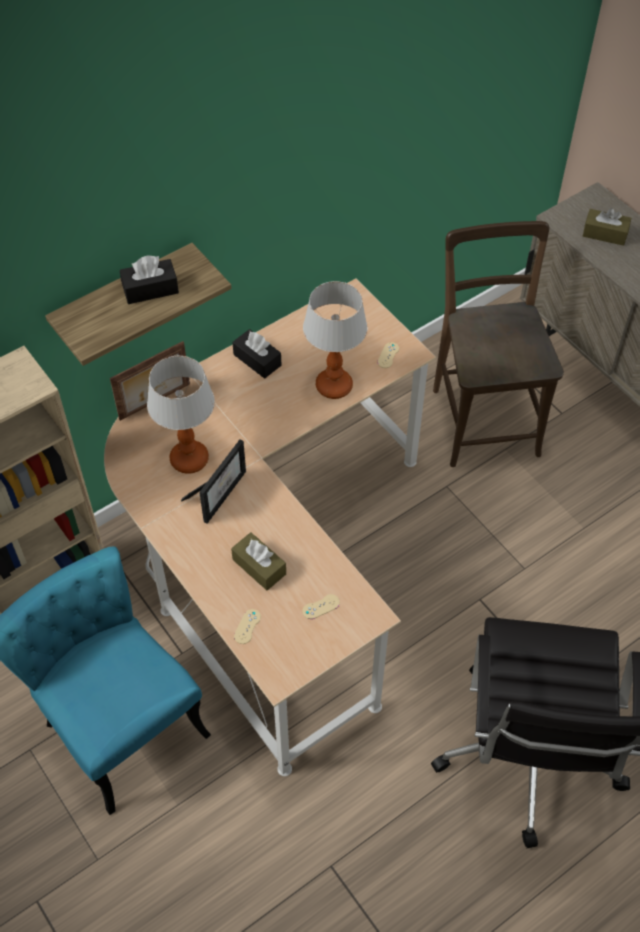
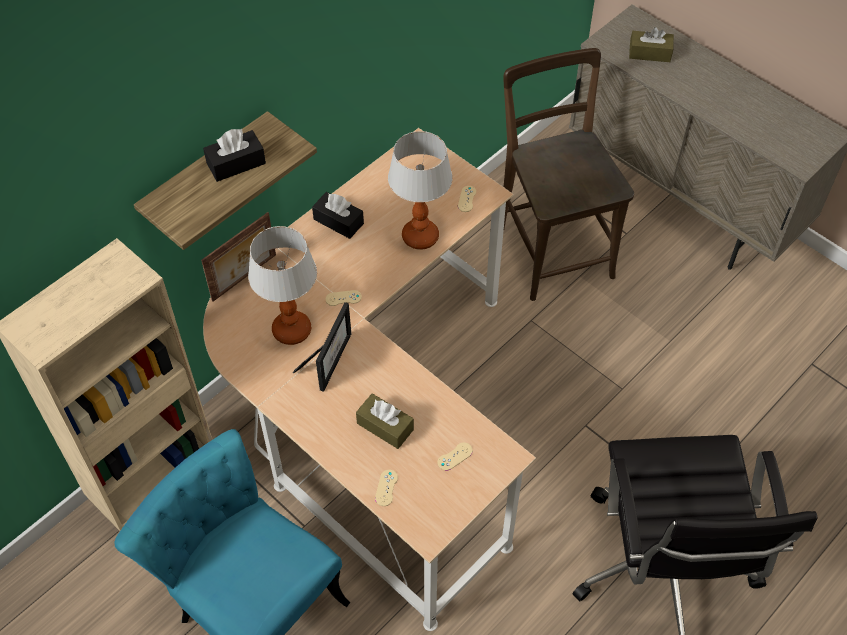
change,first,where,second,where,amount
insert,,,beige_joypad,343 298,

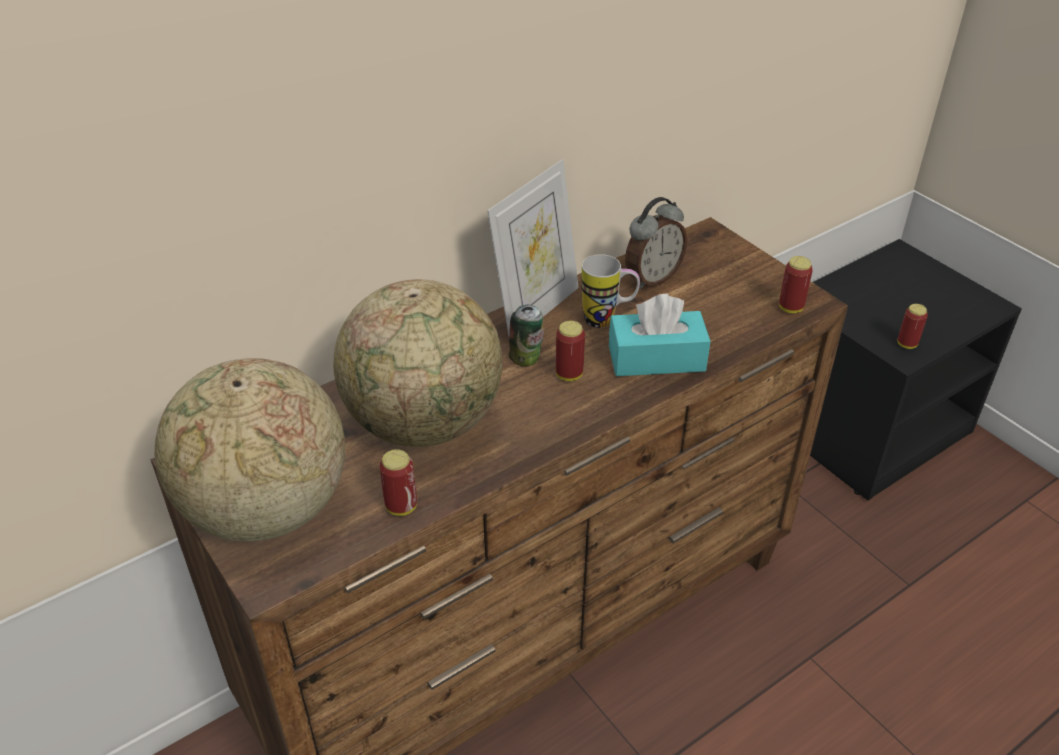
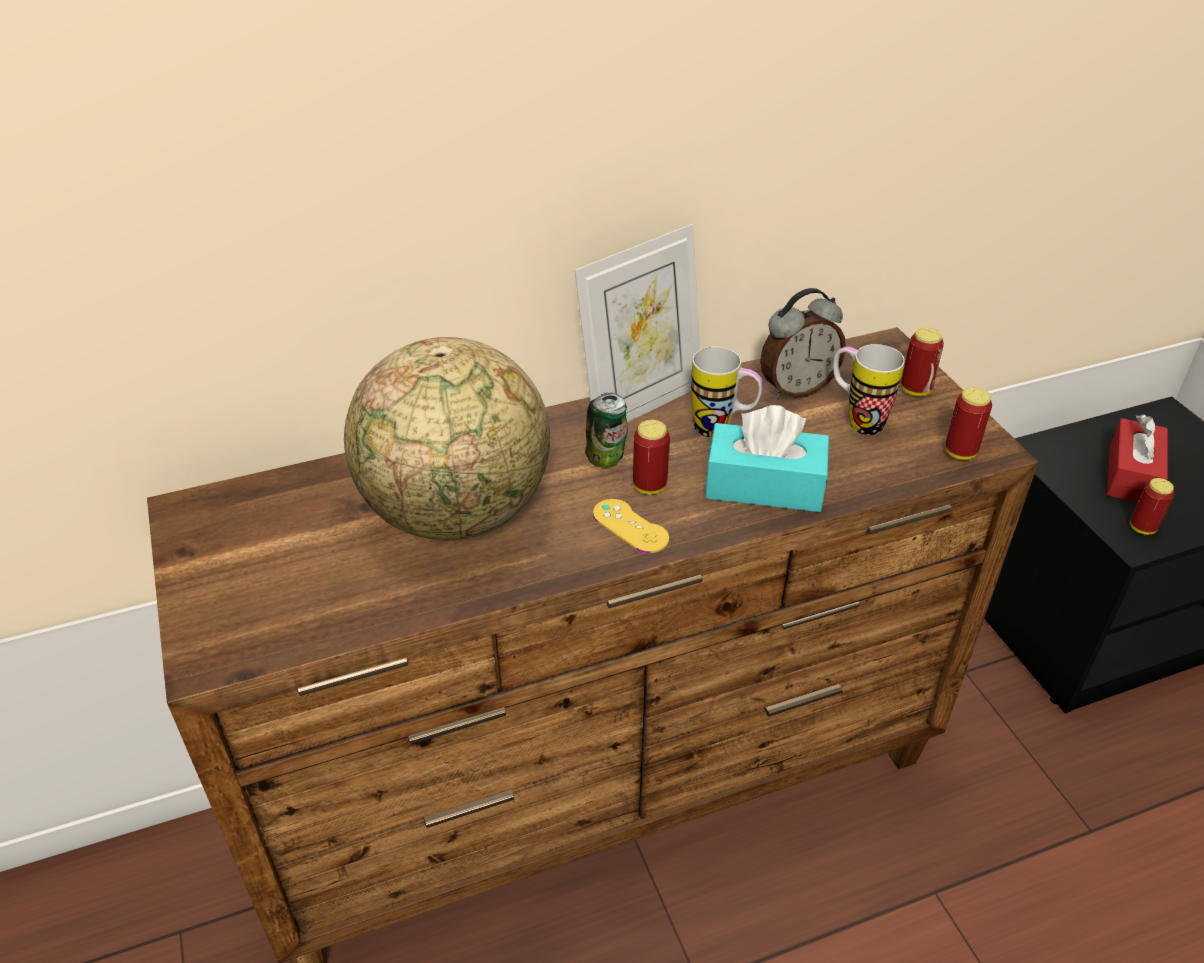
change,first,where,second,where,amount
insert,,,yellow-coloured_joypad,630 526,
insert,,,tea_mug,856 419,
move,metal_can,401 506,,915 390,
insert,,,reddish_box_of_tissues,1131 475,
delete,world_globe,266 510,,,

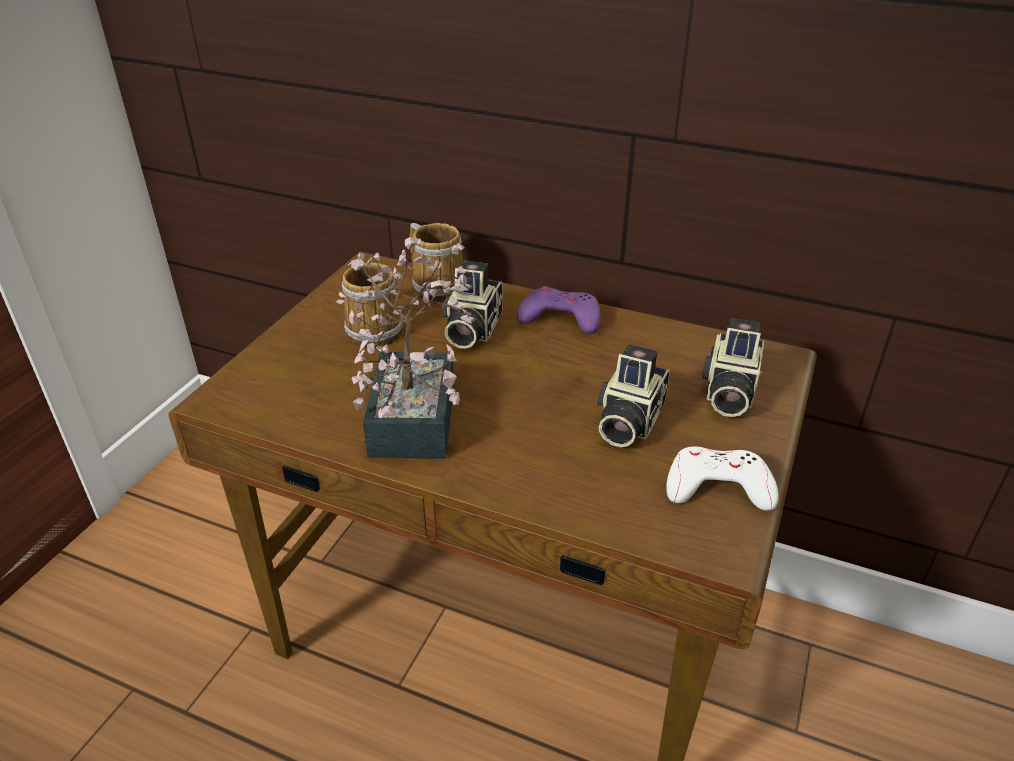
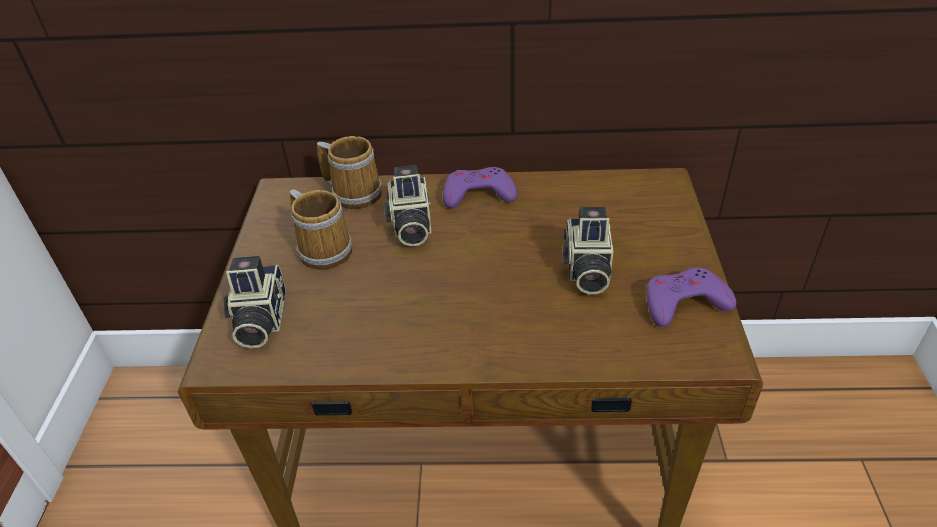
change,first,where,second,where,amount
move,still_camera,728 393,,258 320,
recolor,white-coloured_joypad,718 486,purplish_joypad,684 302,
delete,houseplant,416 409,,,

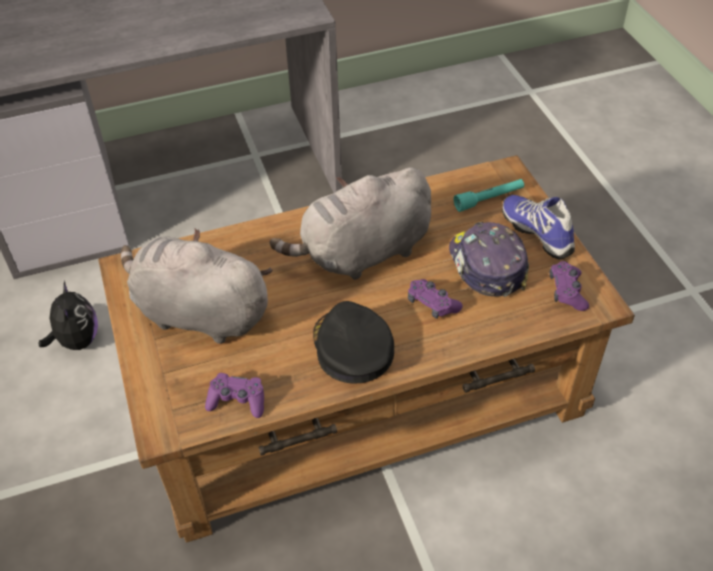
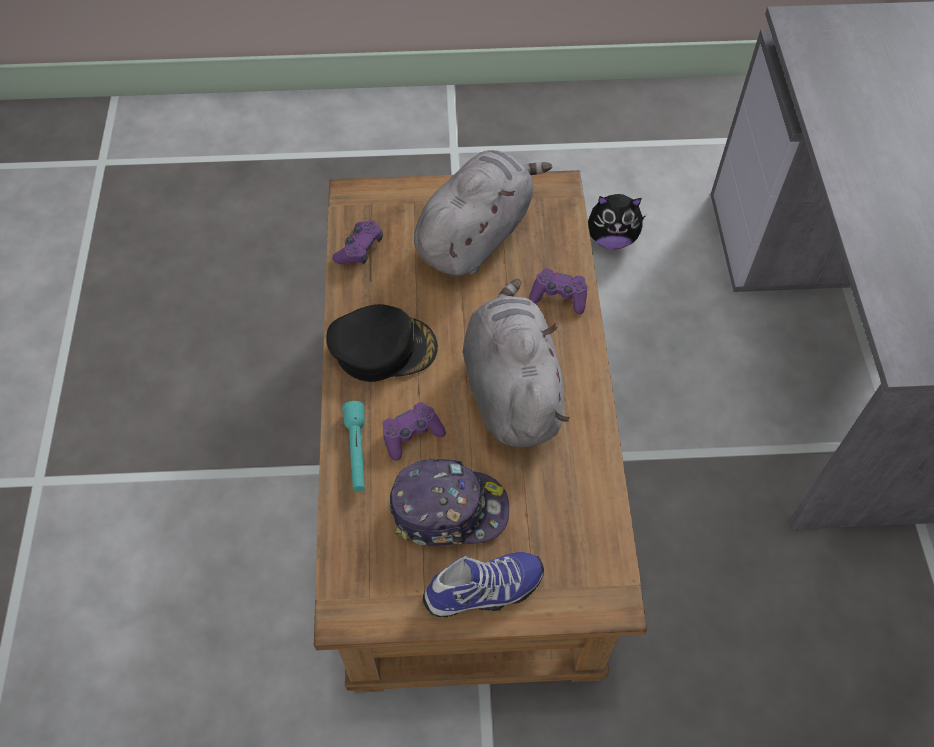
change,first,where,second,where,amount
move,blue-green_flashlight,489 199,,357 451,
move,purplish_joypad,567 291,,559 296,

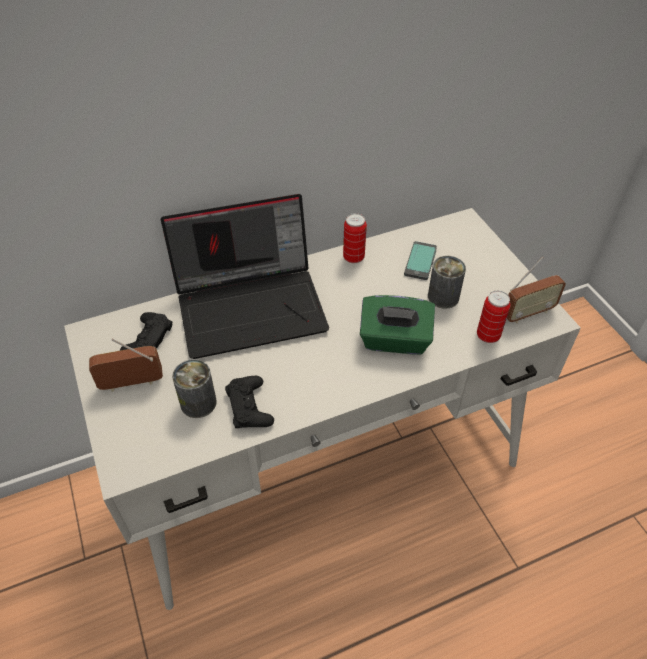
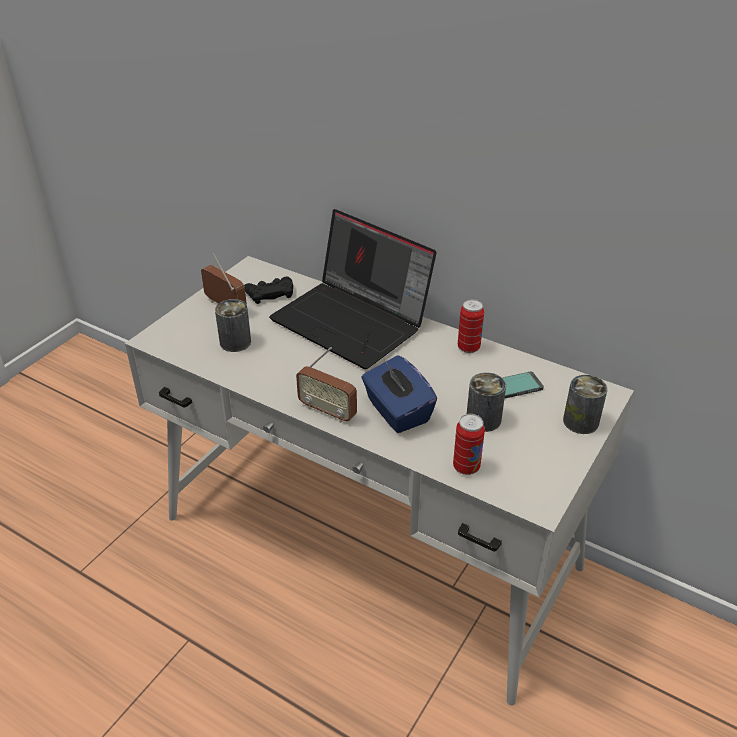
change,first,where,second,where,amount
move,radio,528 313,,327 411,
recolor,green-coloured_box_of_tissues,394 340,blue-coloured_box_of_tissues,397 411,
insert,,,metal_can,580 422,
delete,black-coloured_joypad,249 407,,,

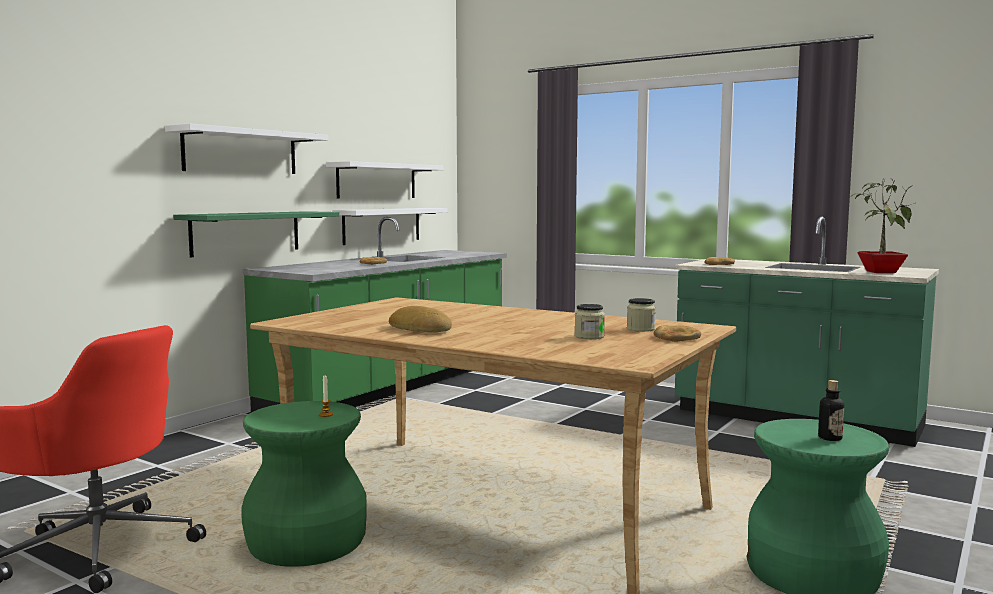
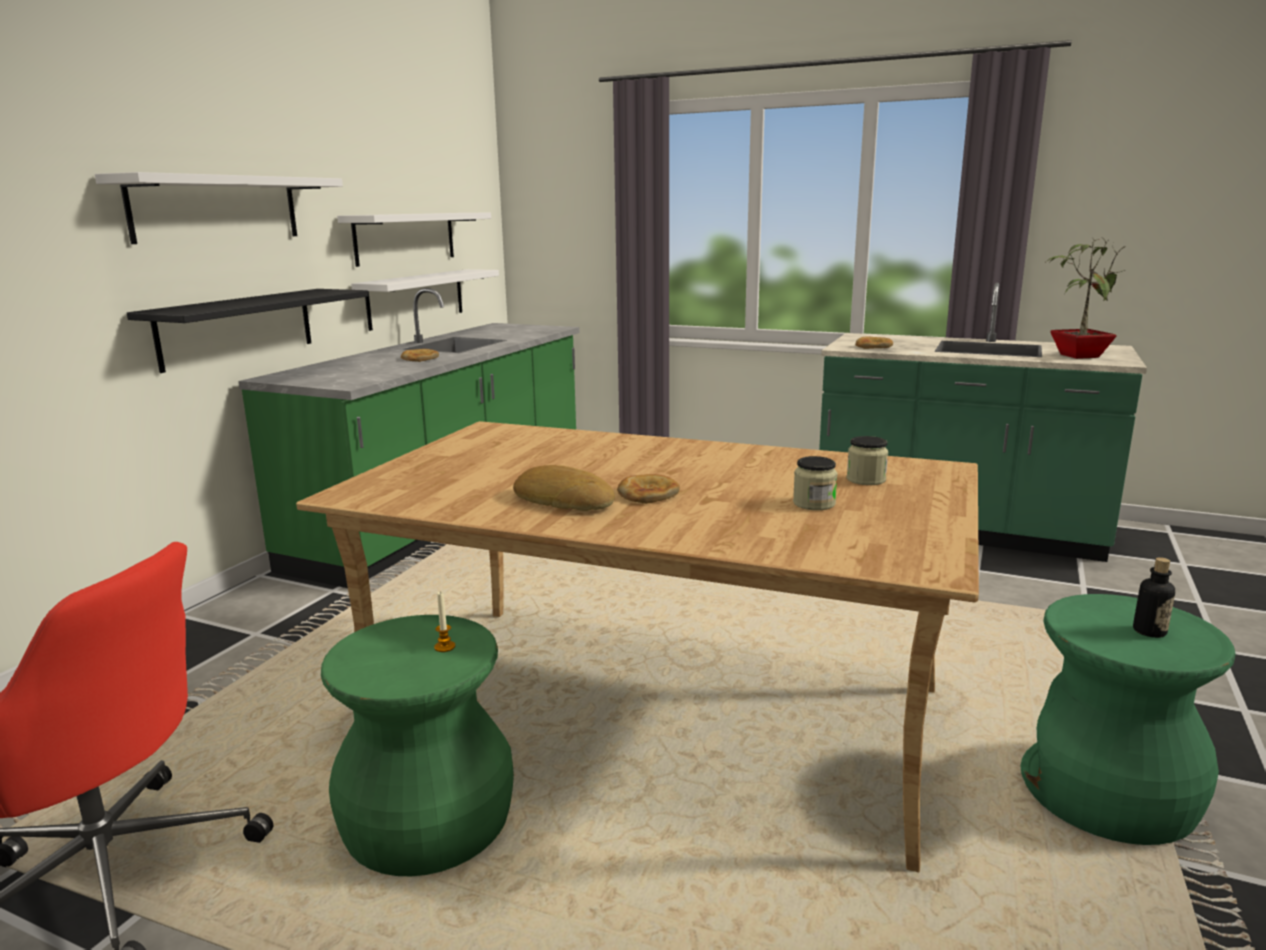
change,first,where,second,where,amount
recolor,green-coloured_wall_shelf,246 233,black-coloured_wall_shelf,237 328,
move,bread,677 338,,648 493,

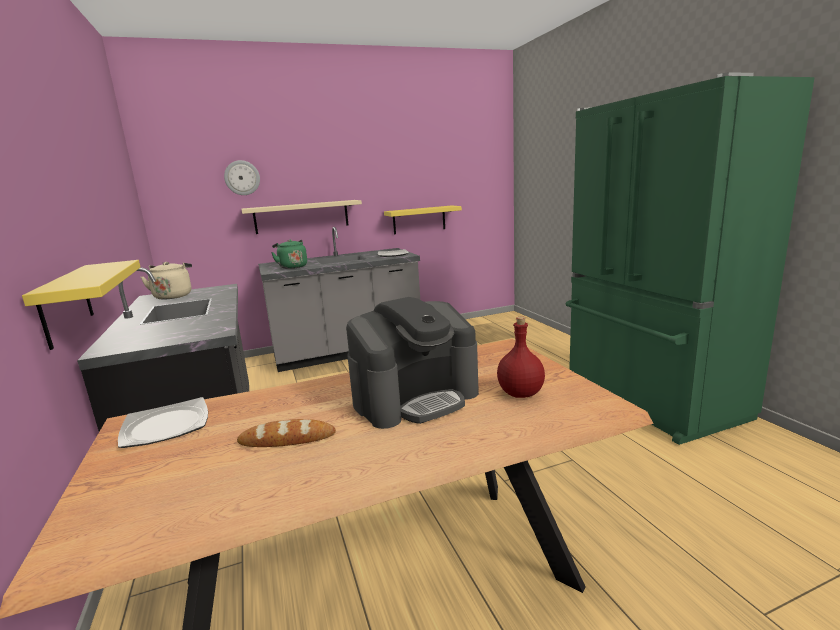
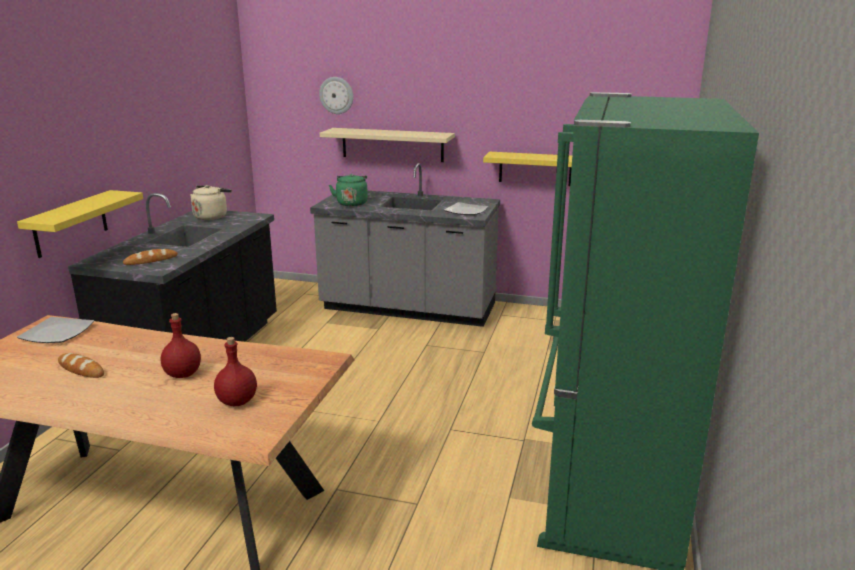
change,first,where,second,where,amount
insert,,,bread,151 260,
replace,coffee_machine,416 397,reddish_beverage_bottle,183 374,

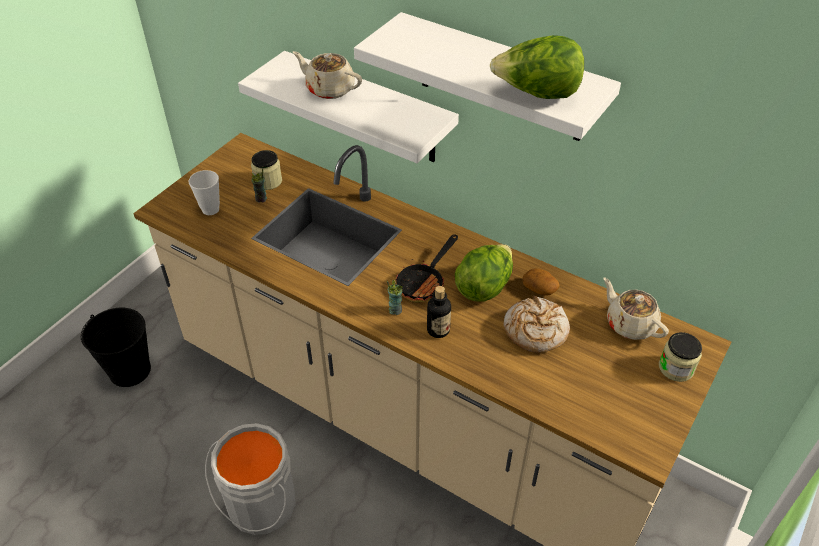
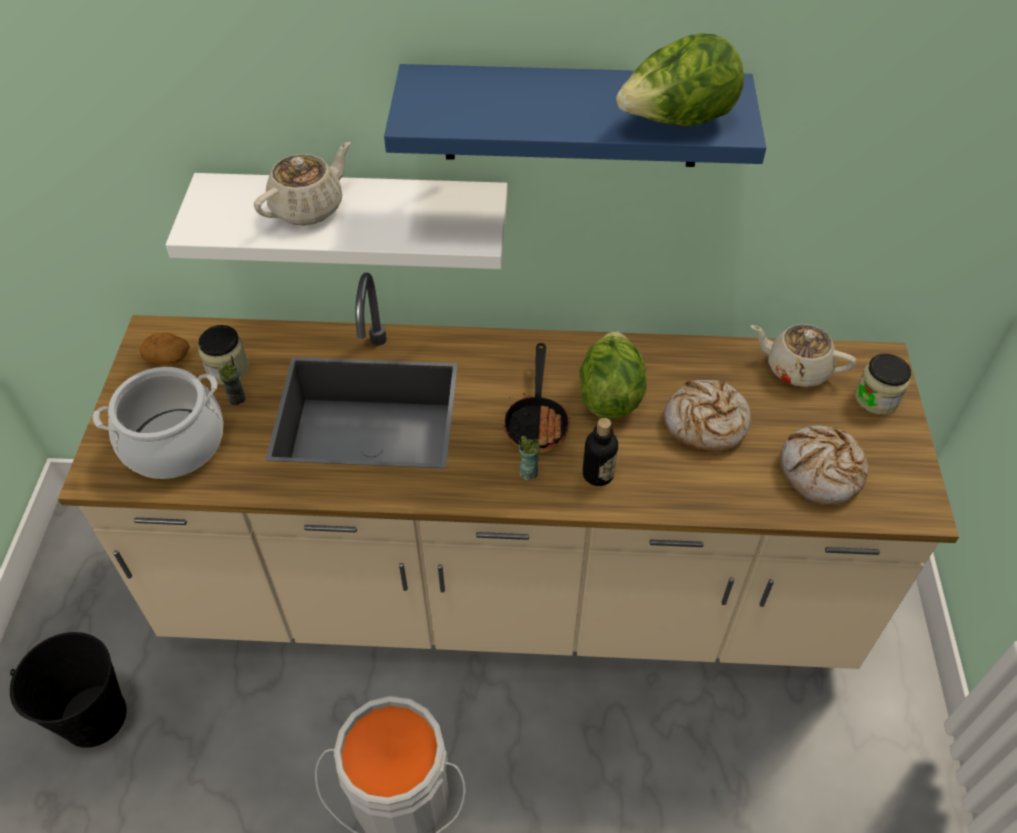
change,first,where,second,where,amount
replace,cup,210 209,saucepot,174 444,
move,whole_potato,540 289,,168 357,
rotate,beige_pot_for_tea,329 89,,309 207,135 degrees clockwise
recolor,white-coloured_wall_shelf,501 79,blue-coloured_wall_shelf,572 116,
insert,,,bread,821 472,

